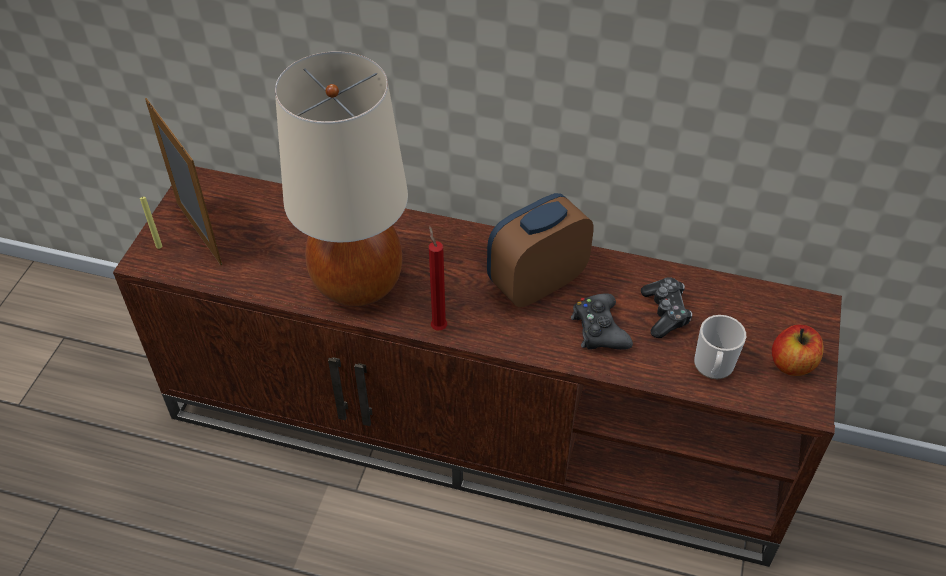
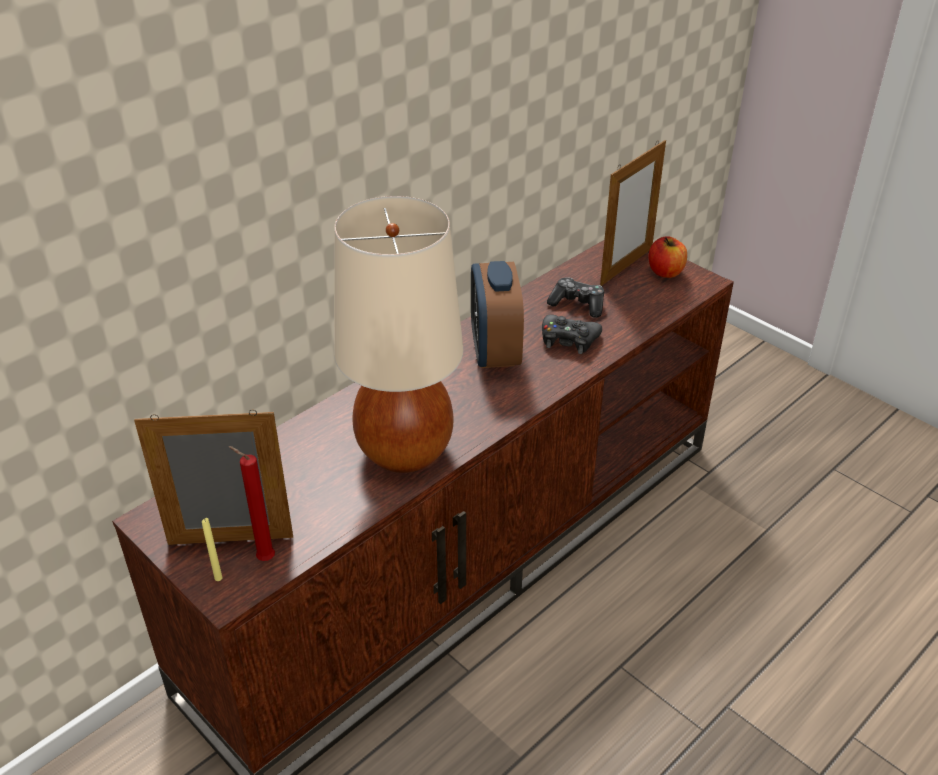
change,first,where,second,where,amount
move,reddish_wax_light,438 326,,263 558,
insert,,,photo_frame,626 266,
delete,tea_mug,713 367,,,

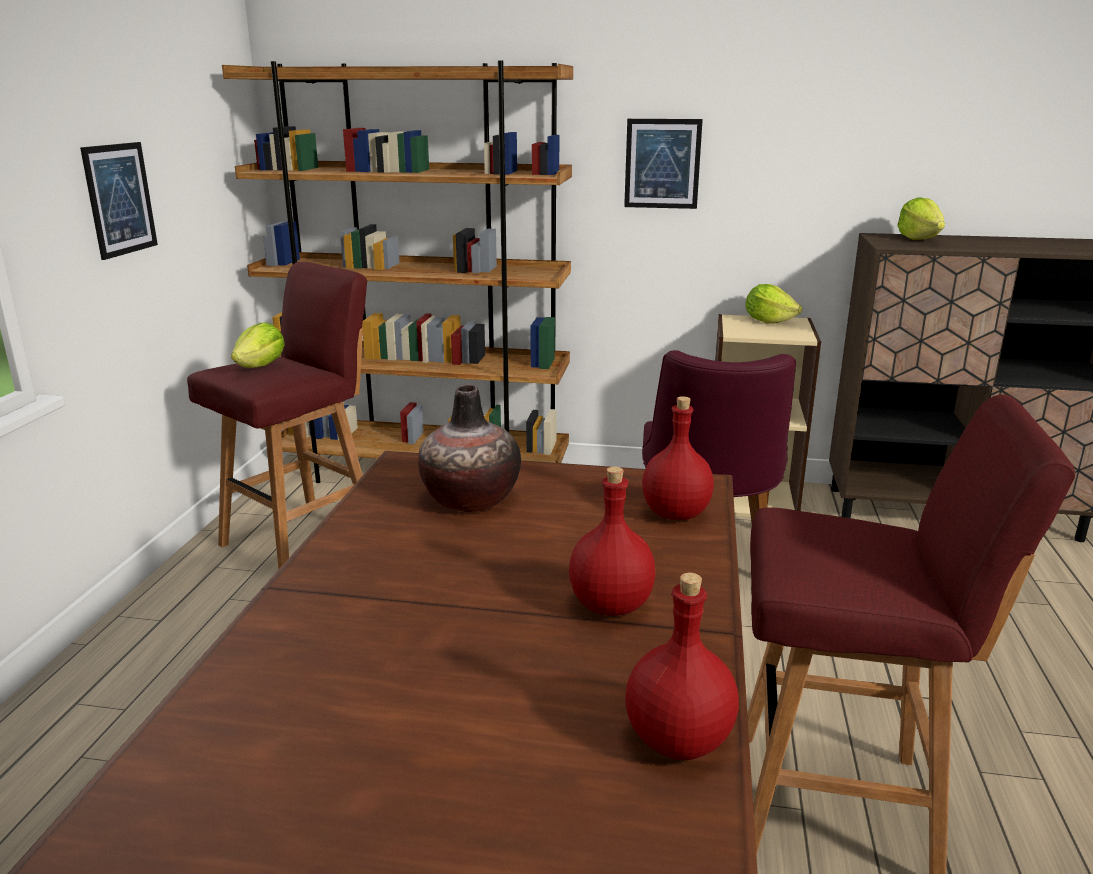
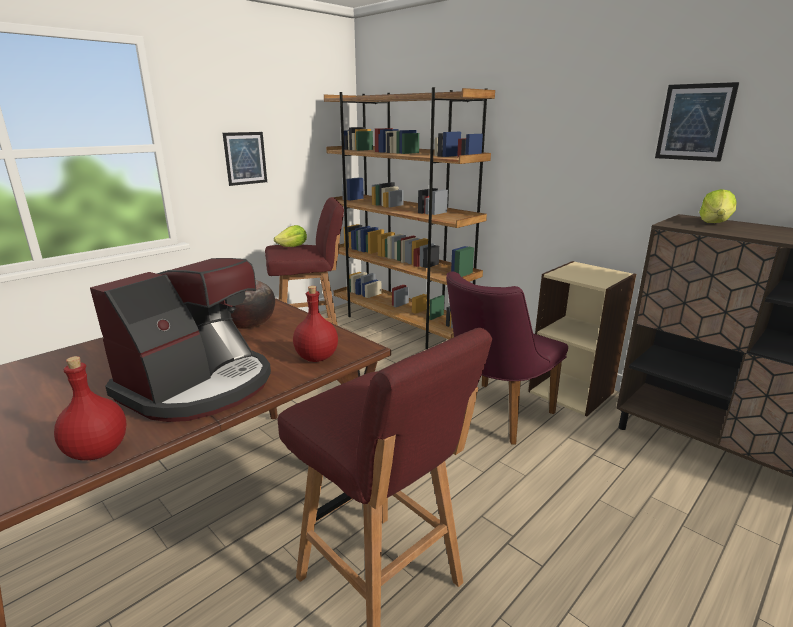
change,first,where,second,where,amount
replace,reddish_beverage_bottle,609 605,coffee_machine,199 386,
move,wall_picture,662 164,,694 122,
delete,head_of_lettuce,769 321,,,

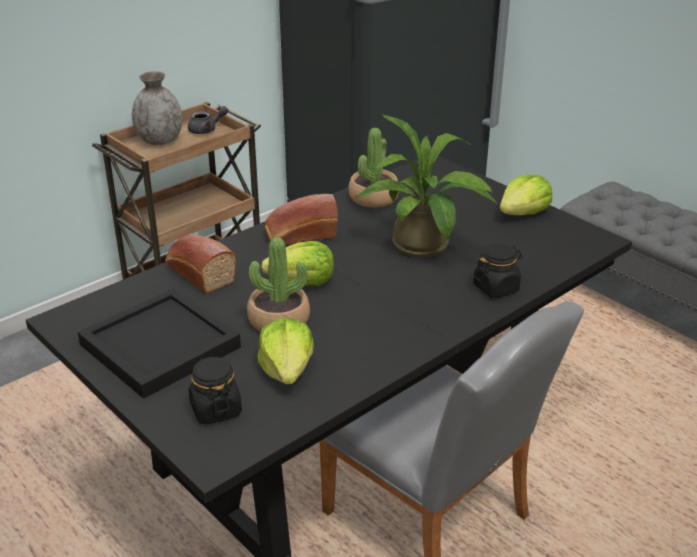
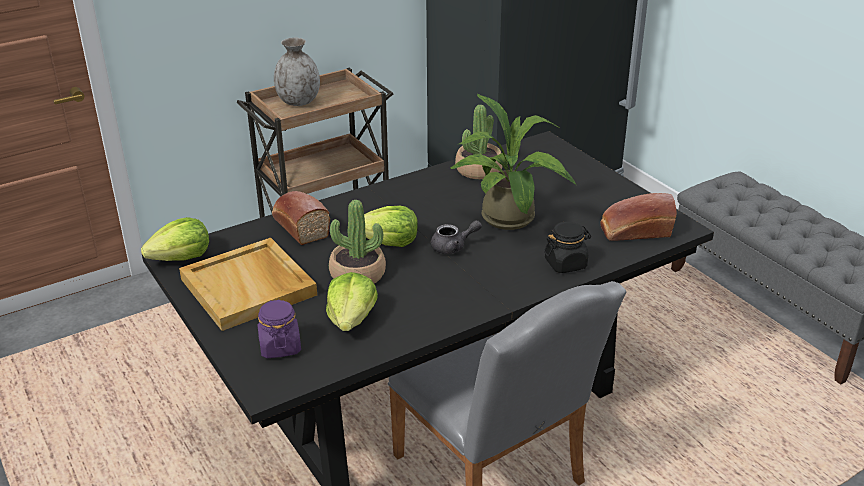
change,first,where,second,where,amount
move,head_of_lettuce,523 213,,181 258,
recolor,black-coloured_tray,162 346,beige_tray,249 287,
recolor,black-coloured_preserve_jar,215 409,purplish_preserve_jar,280 346,
move,gray_pot_for_tea,207 130,,453 247,
move,bread,300 235,,634 232,

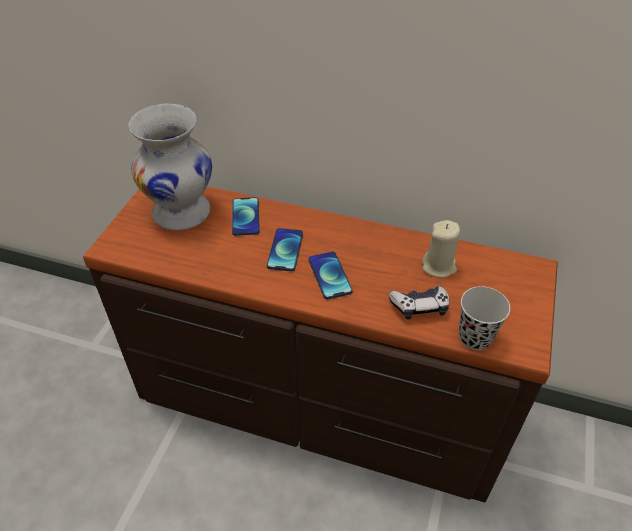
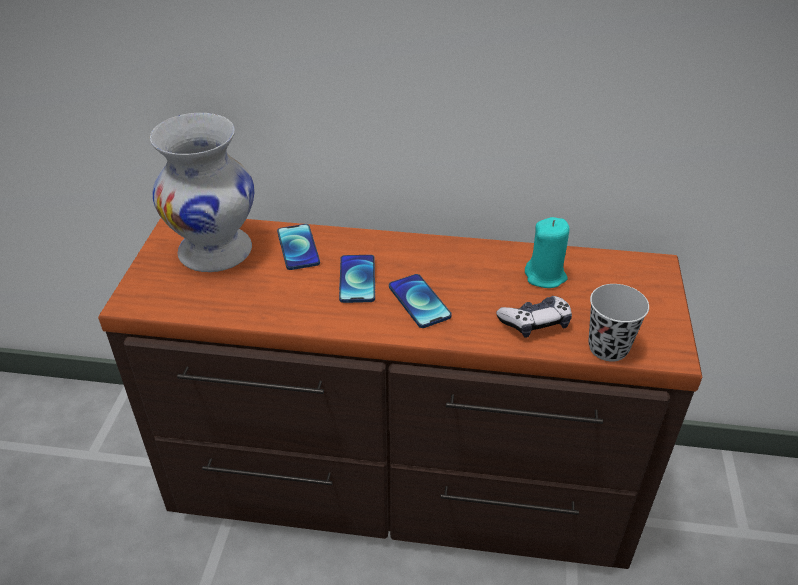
change,first,where,second,where,amount
recolor,beige_wax_light,439 266,blue-green_wax_light,545 276,

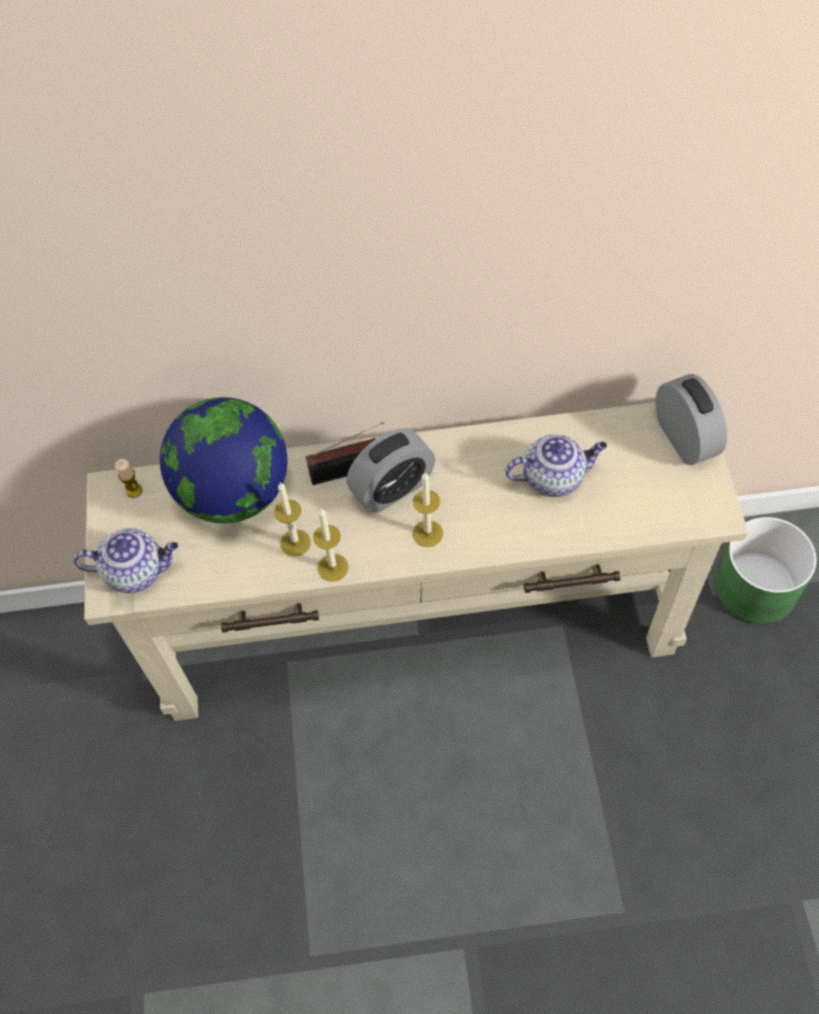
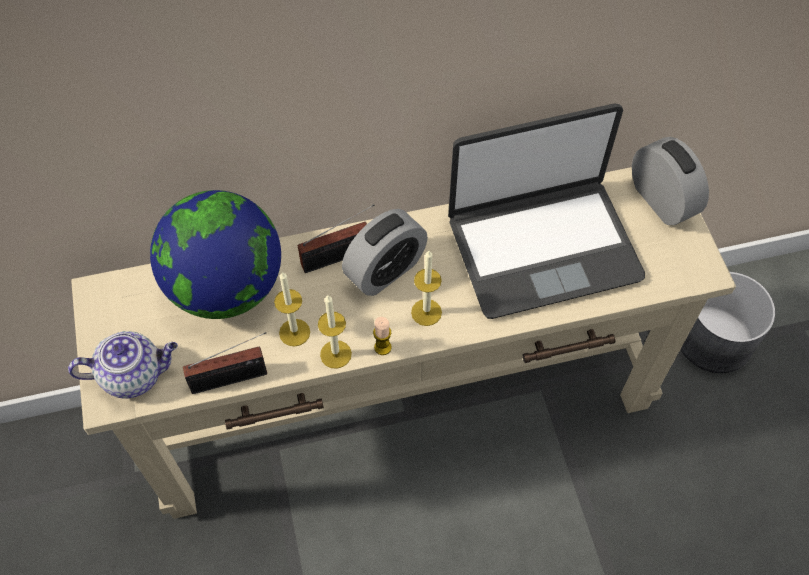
change,first,where,second,where,amount
insert,,,radio,233 378,
move,wax_light,134 490,,382 347,
replace,pot_for_tea,554 477,laptop,542 247,
recolor,green-coloured_flower_pot,756 588,gray_flower_pot,715 339,

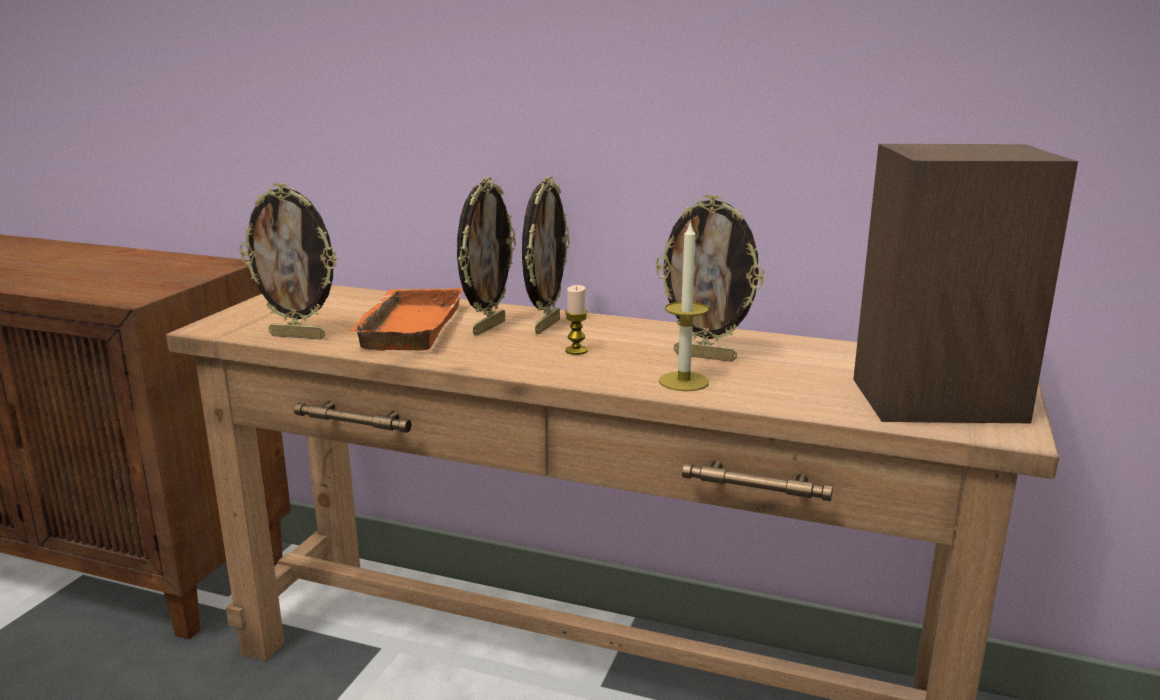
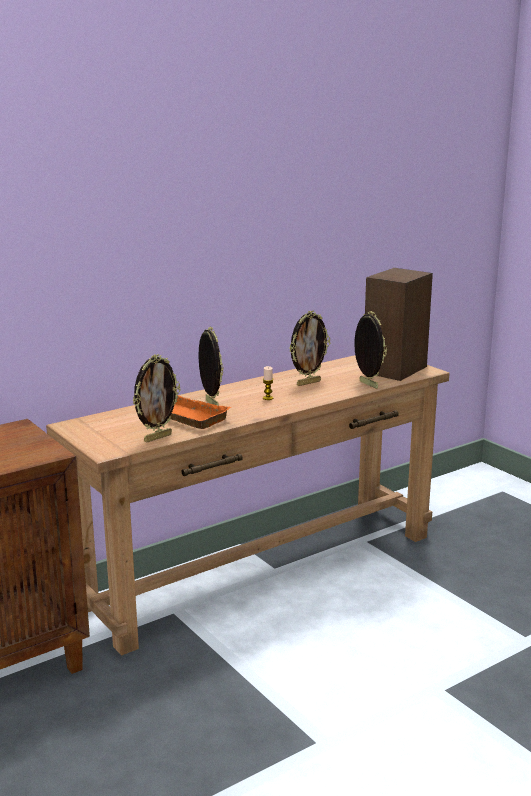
change,first,where,second,where,amount
move,photo_frame,545 325,,367 385,
delete,wax_light,683 381,,,

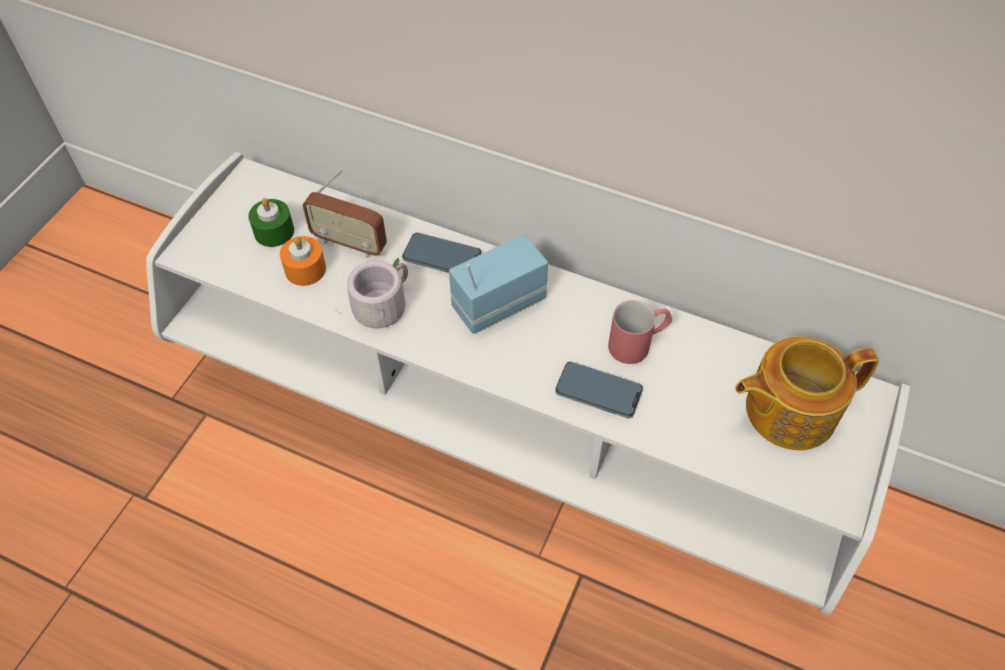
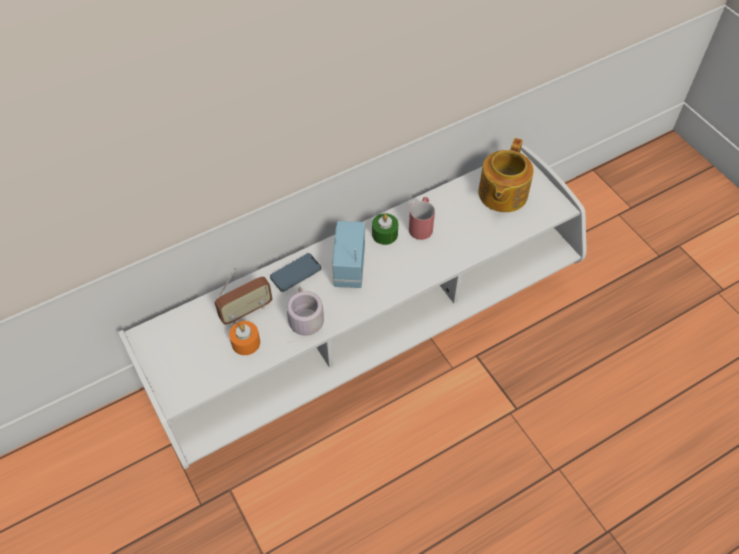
change,first,where,second,where,amount
move,green-coloured_wax_light,274 231,,384 234,
delete,telephone,598 392,,,

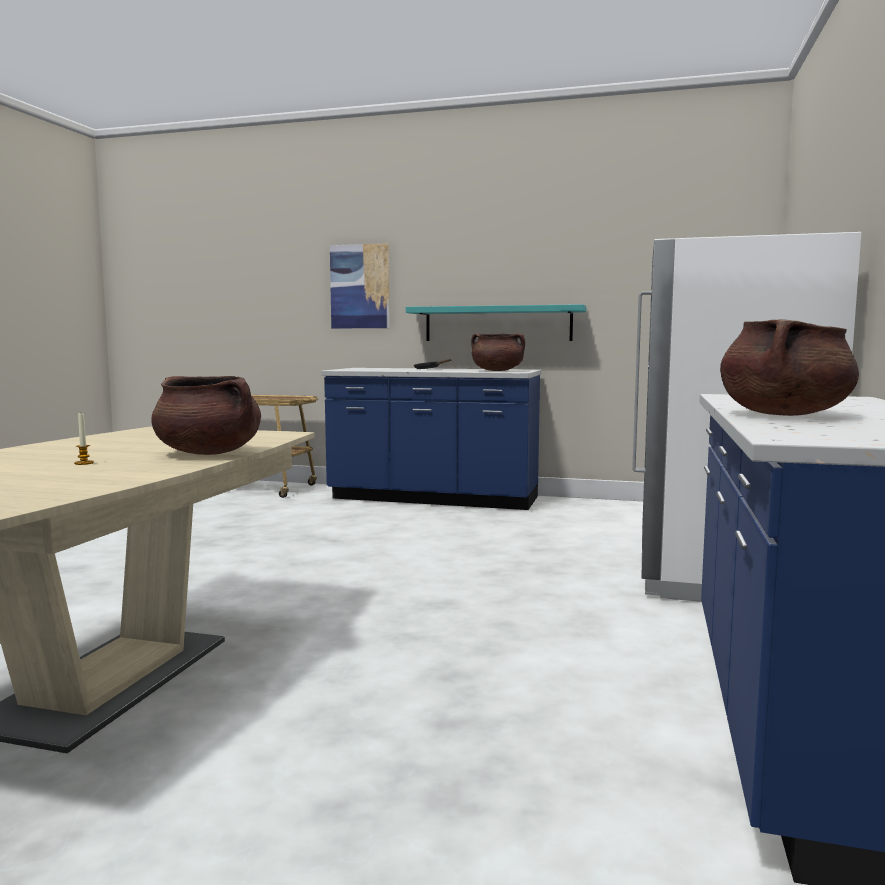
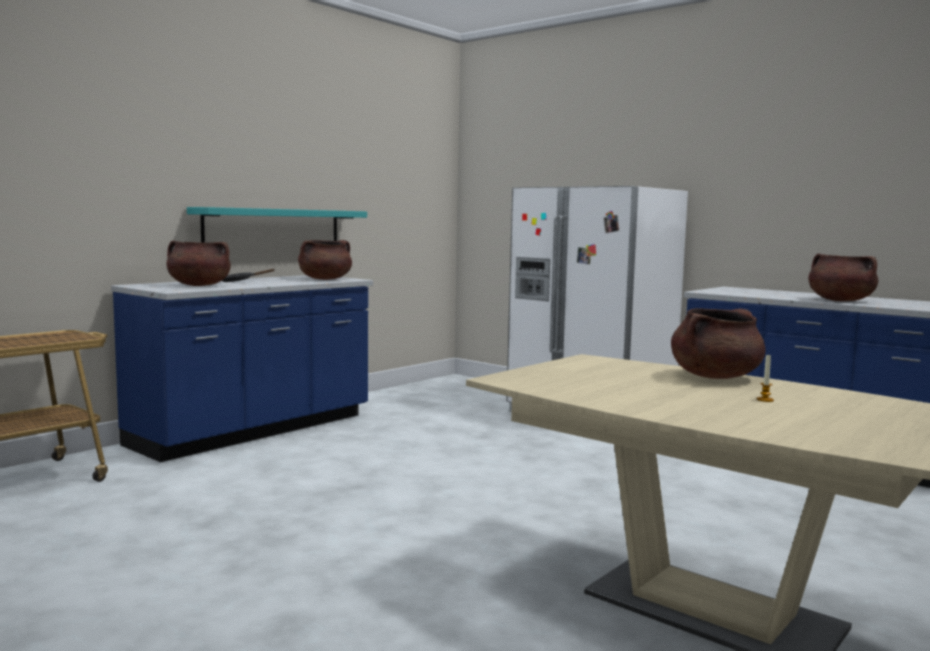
change,first,where,second,where,amount
insert,,,brown_saucepot,199 285,
delete,wall_picture,360 286,,,

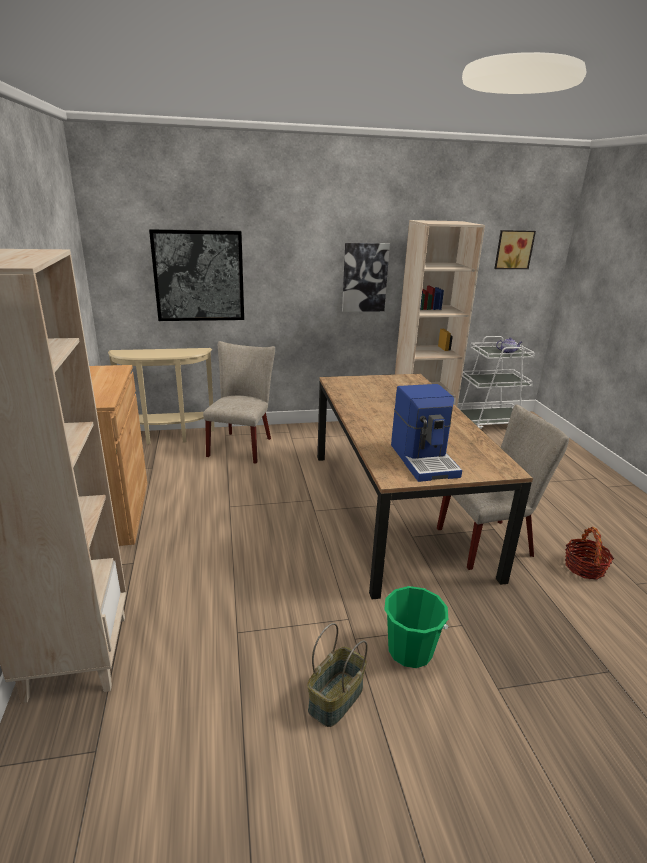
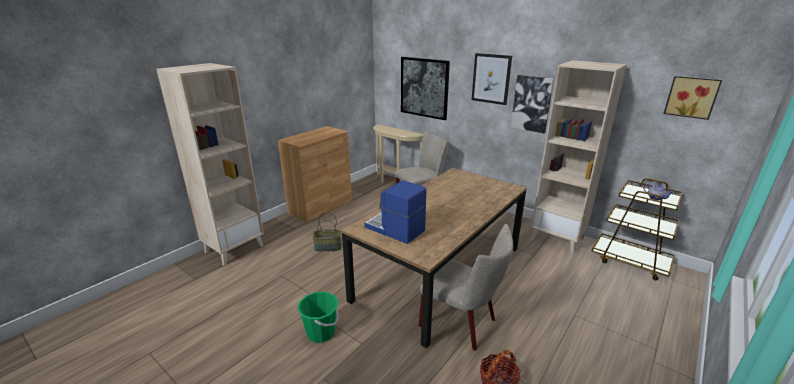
change,first,where,second,where,amount
move,household_basket,336 699,,327 247,
rotate,coffee_machine,424 460,,394 229,90 degrees clockwise
insert,,,wall_picture,491 78,
recolor,white-coloured_trolley,488 423,brown_trolley,630 261,

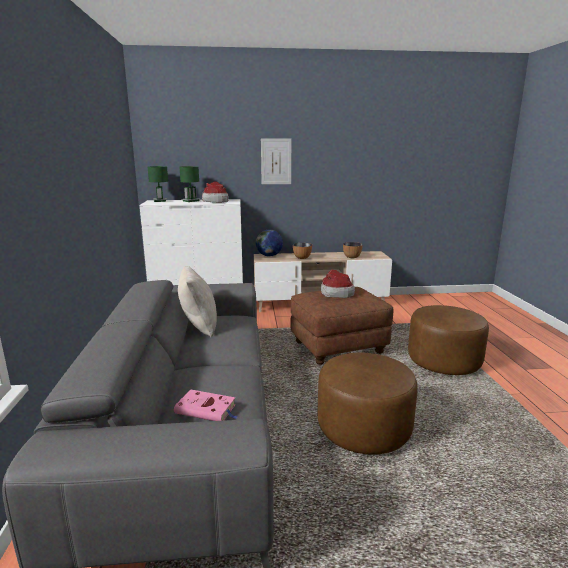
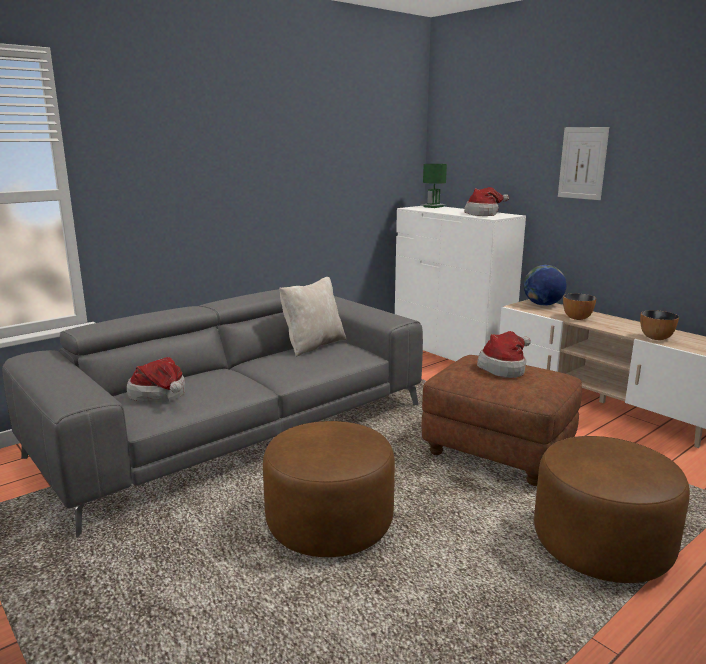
change,first,where,second,where,amount
replace,pink-coloured_bound_book,207 409,hat,160 395,
delete,green-coloured_table_lamp,191 201,,,

